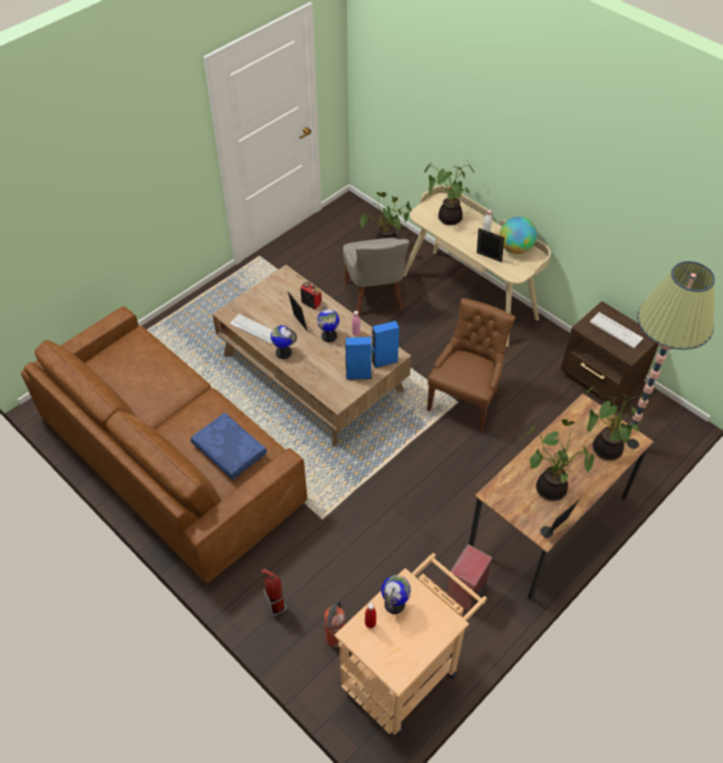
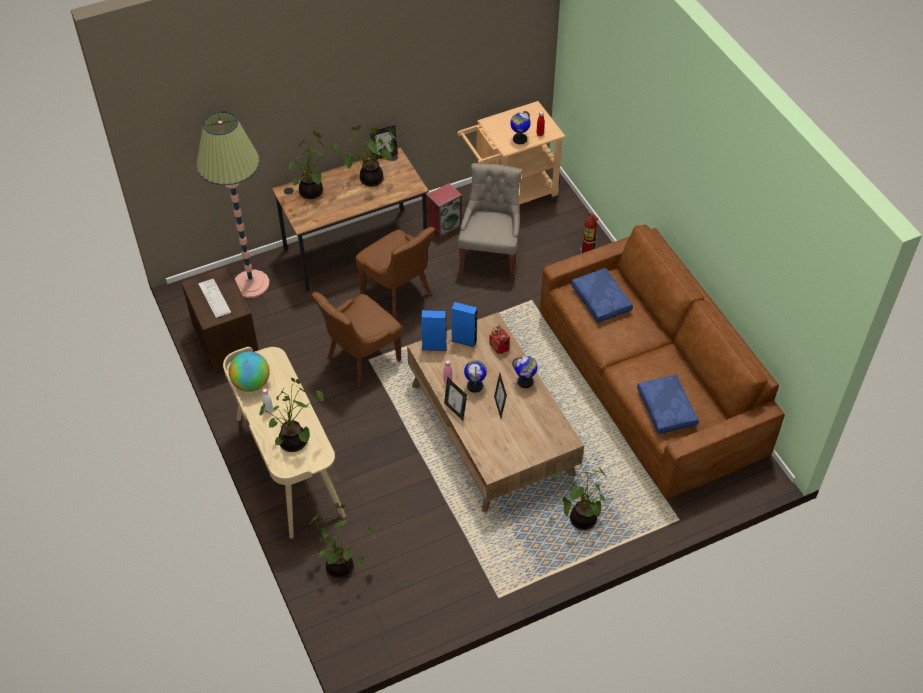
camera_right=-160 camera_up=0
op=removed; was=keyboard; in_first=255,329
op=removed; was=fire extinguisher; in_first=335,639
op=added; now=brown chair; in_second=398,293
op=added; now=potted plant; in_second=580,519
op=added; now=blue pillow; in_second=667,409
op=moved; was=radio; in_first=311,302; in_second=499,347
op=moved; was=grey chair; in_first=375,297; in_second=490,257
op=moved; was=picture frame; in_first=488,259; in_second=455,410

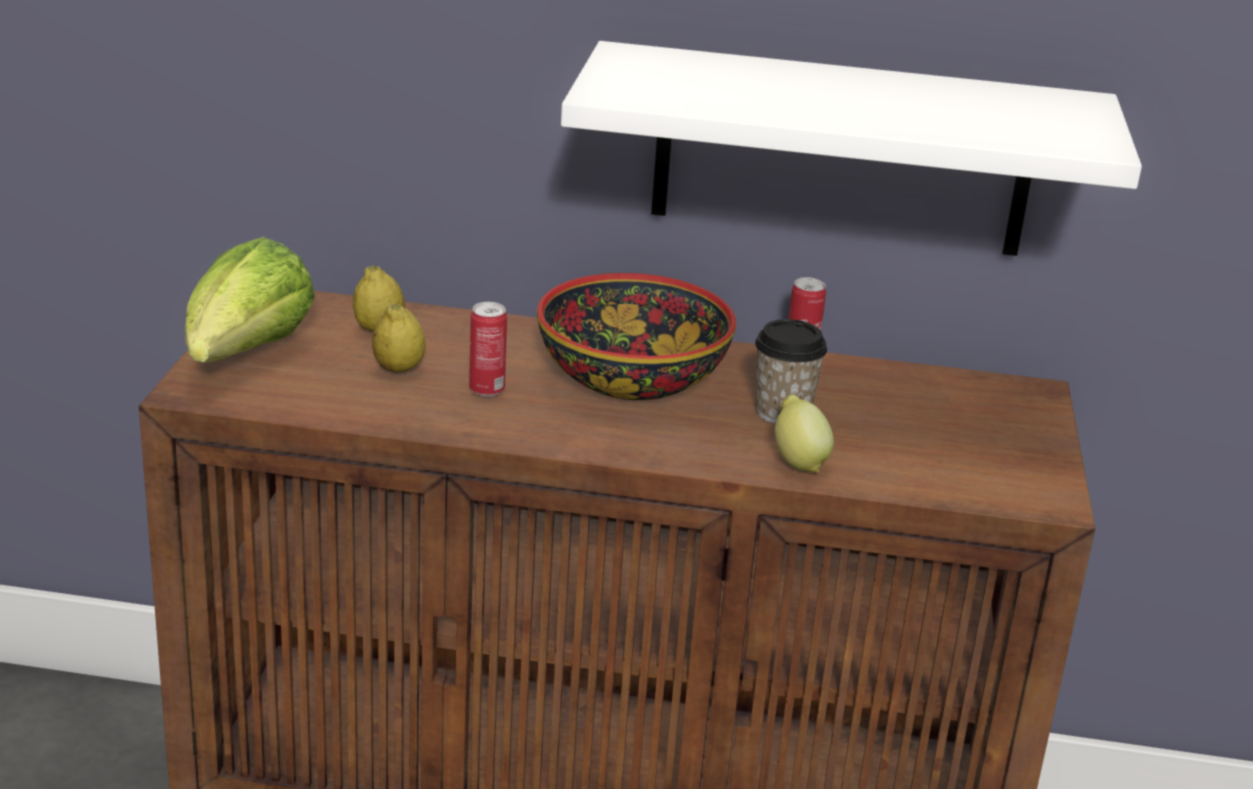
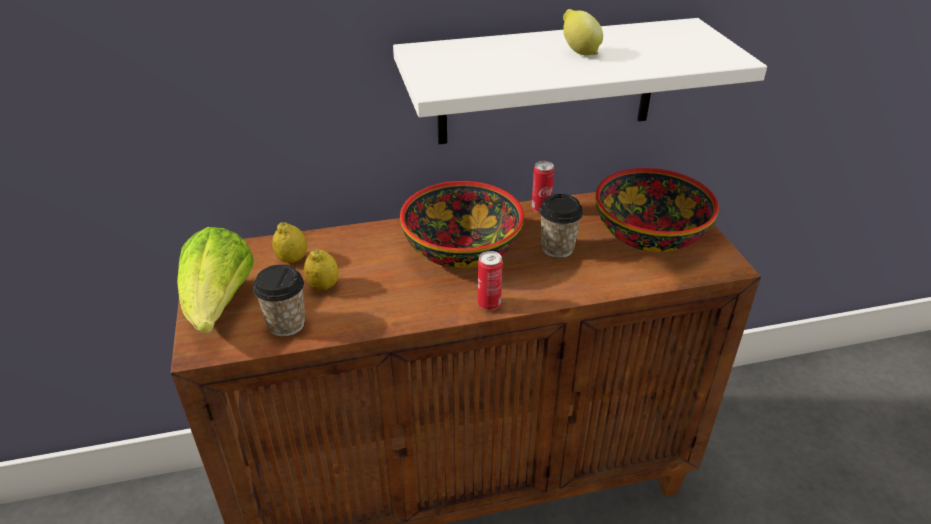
camera_right=-20 camera_up=10
op=added; now=cup; in_second=286,324
op=added; now=bowl; in_second=650,234
op=moved; was=can; in_first=486,390; in_second=489,304
op=moved; was=lemon; in_first=798,462; in_second=579,52

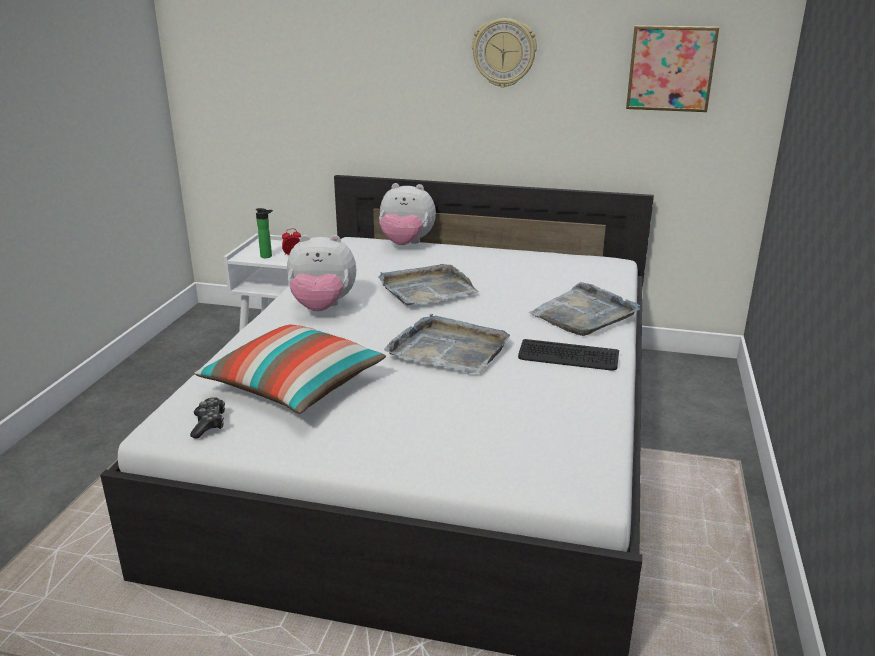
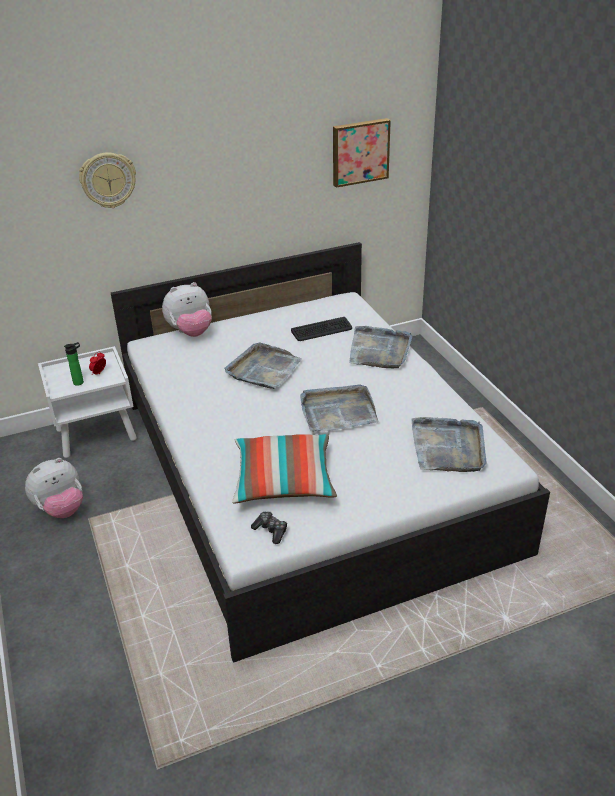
camera_right=-35 camera_up=10
op=added; now=grey tray; in_second=448,447
op=moved; was=plush toy; in_first=322,308; in_second=61,509
op=moved; was=wall clock; in_first=504,53; in_second=108,180
op=moved; was=keyboard; in_first=568,357; in_second=322,330

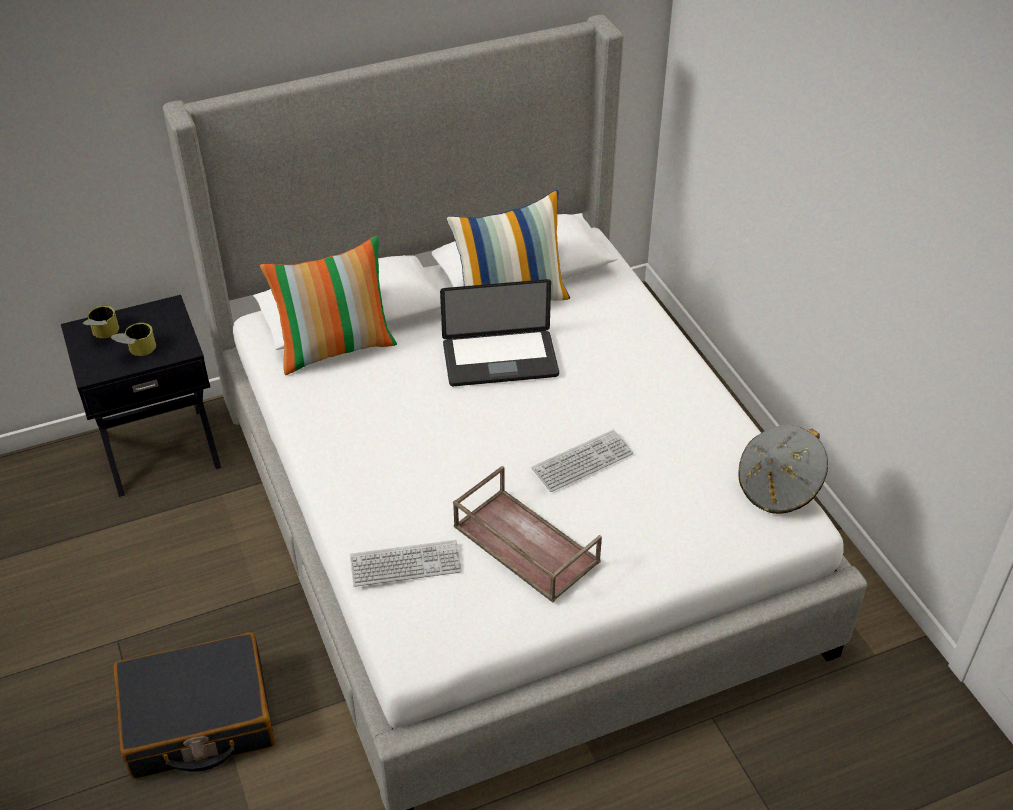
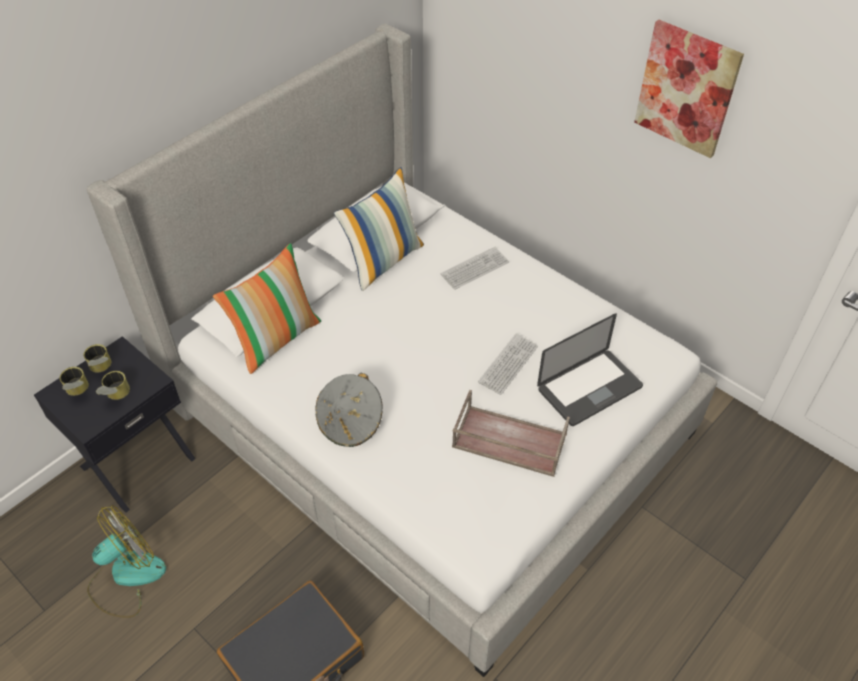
camera_right=-25 camera_up=5
op=added; now=can; in_second=101,368
op=added; now=fan; in_second=126,577
op=added; now=picture; in_second=687,89
op=moved; was=keyboard; in_first=405,565; in_second=474,269
op=moved; was=laptop; in_first=500,360; in_second=589,388
op=moved; was=grey hat; in_first=778,488; in_second=350,423

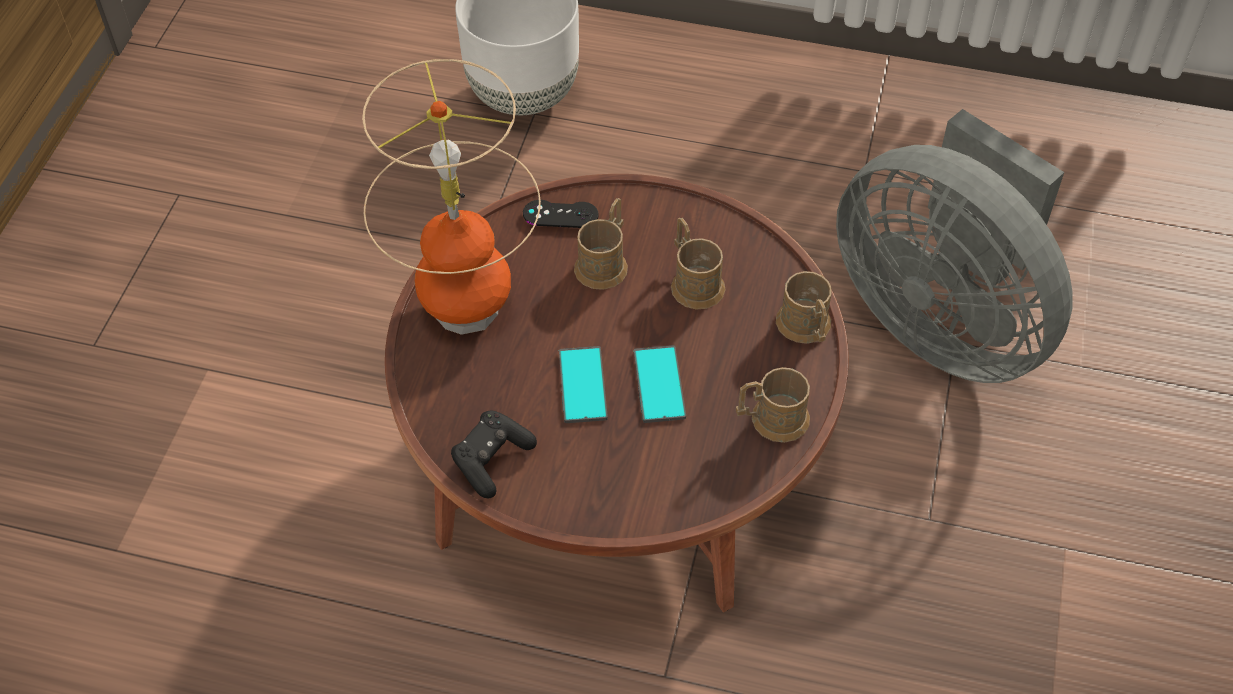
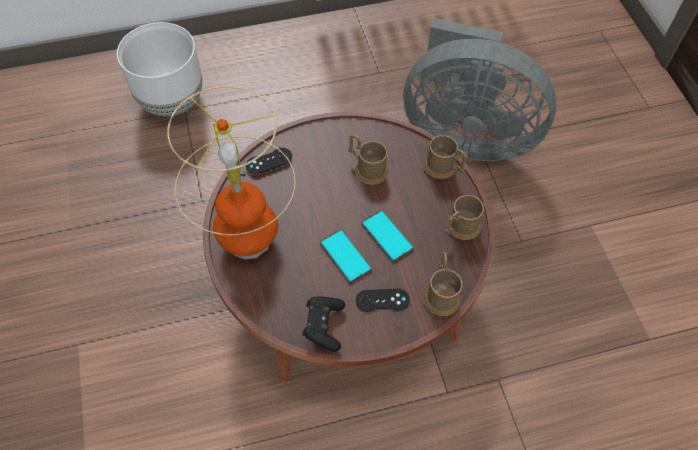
camera_right=-30 camera_up=5
op=added; now=black game controller; in_second=382,300
op=moved; was=brown mug; in_first=604,262; in_second=441,293

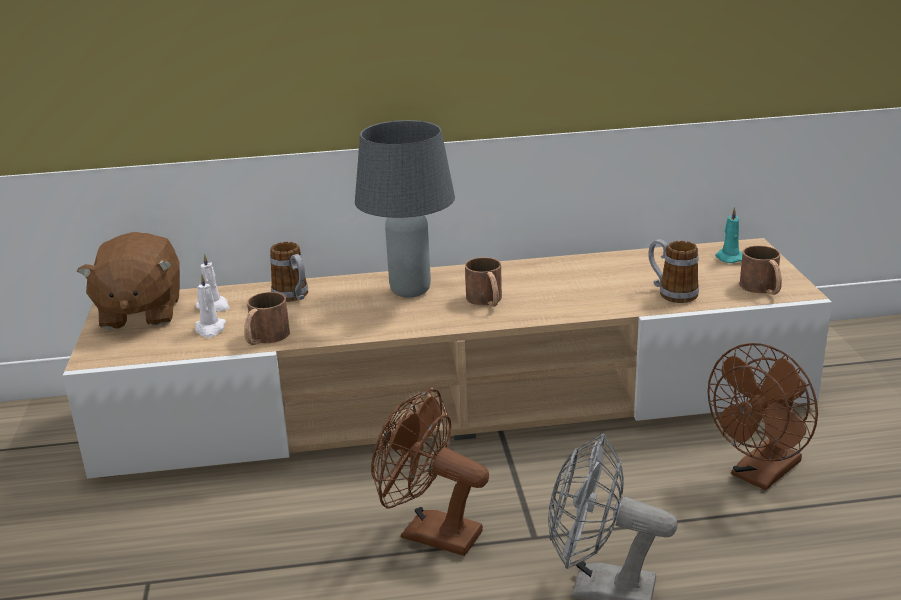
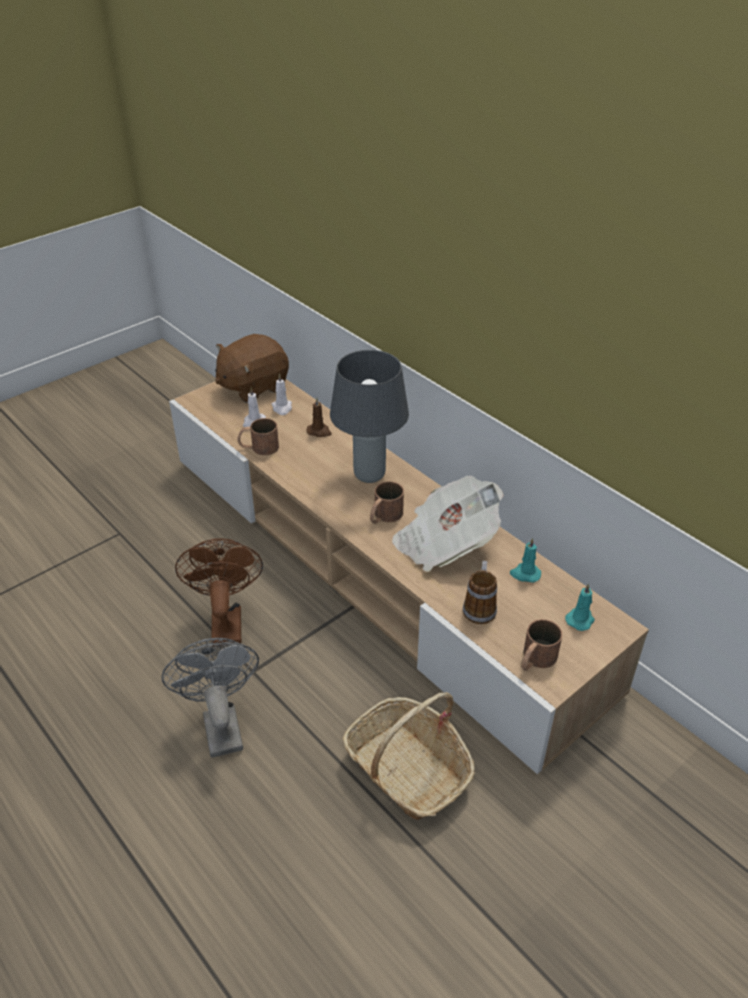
camera_right=55 camera_up=15
op=added; now=newspaper; in_second=445,543
op=added; now=turquoise candle; in_second=525,574
op=replaced; was=mug; now=brown candle; in_first=294,297; in_second=319,431
op=replaced; was=brown fan; now=basket; in_first=760,475; in_second=408,769

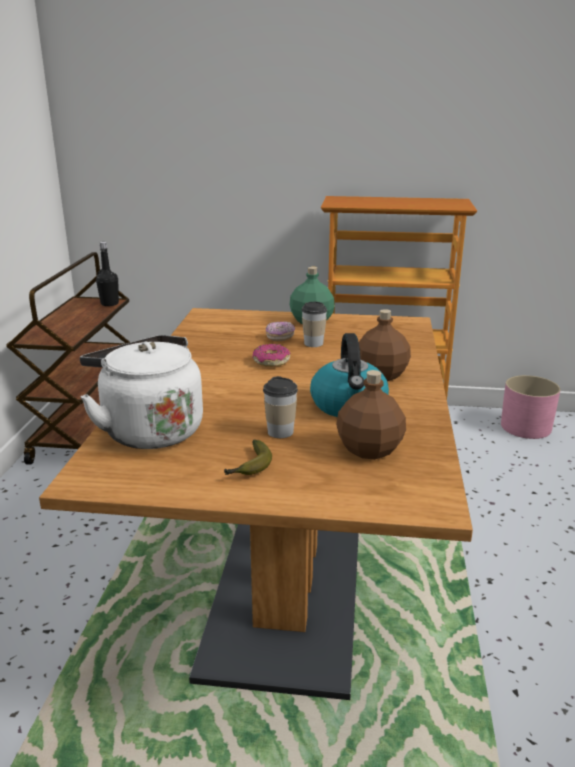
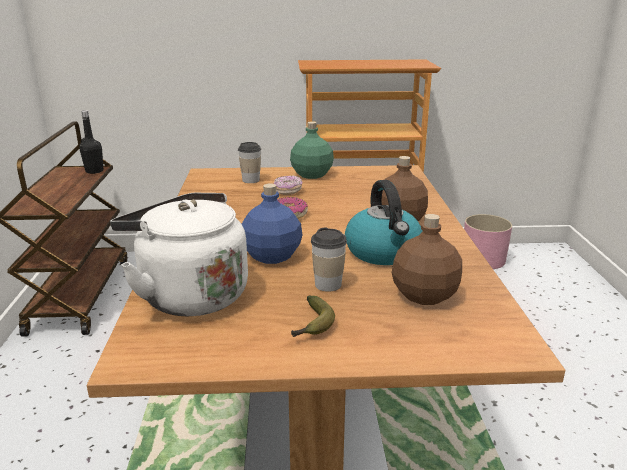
camera_right=-10 camera_up=0
op=added; now=blue bottle; in_second=272,256
op=moved; was=cup; in_first=313,343; in_second=251,180

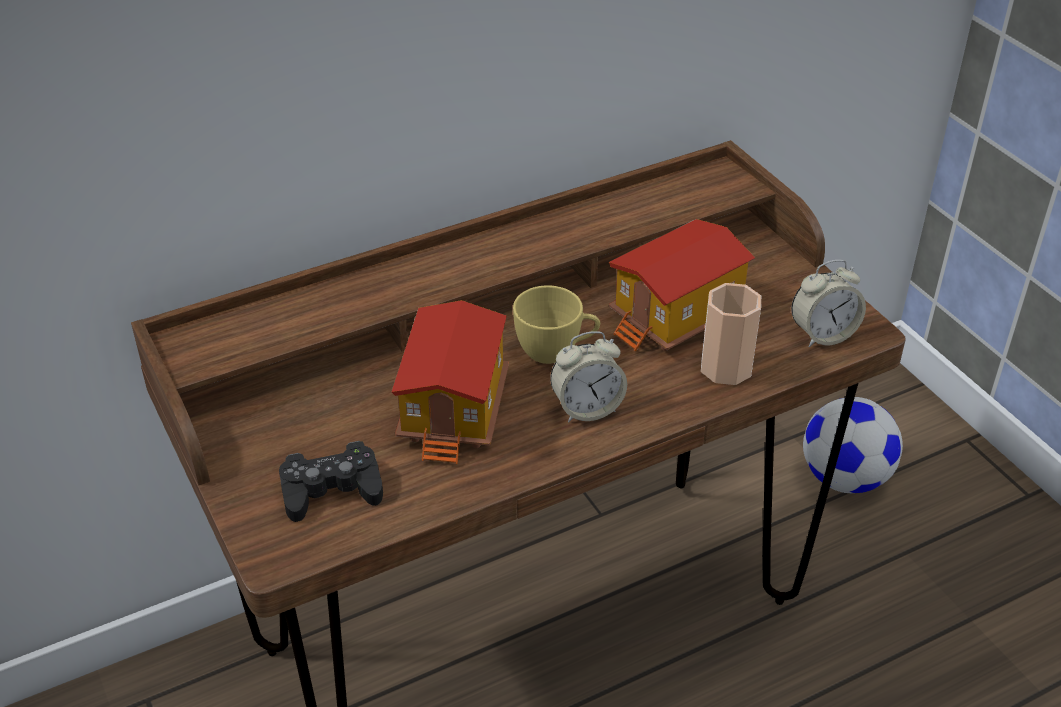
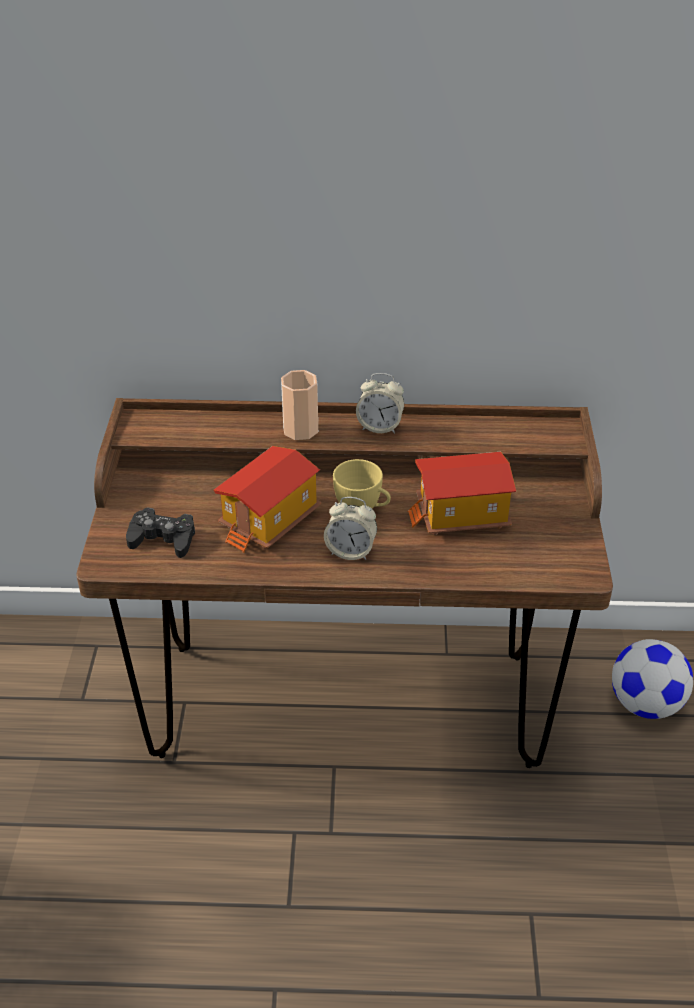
camera_right=30 camera_up=0
op=moved; was=cup; in_first=726,368; in_second=300,429
op=moved; was=alarm clock; in_first=823,335; in_second=380,426

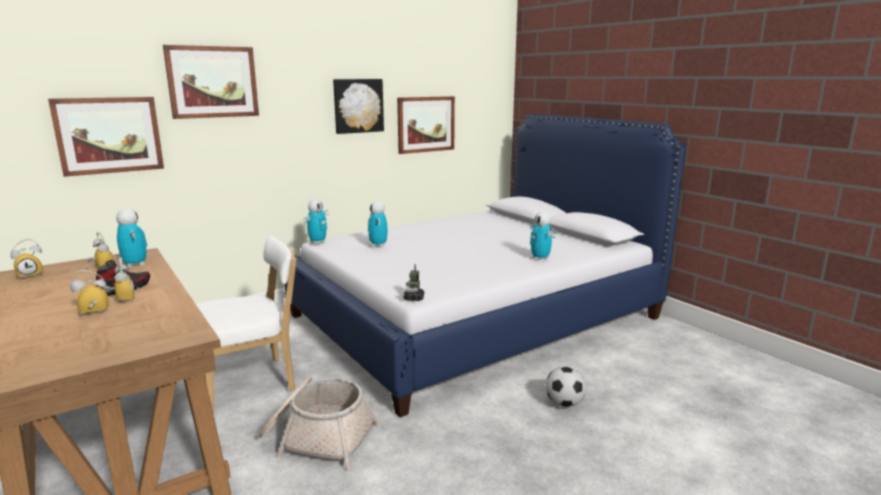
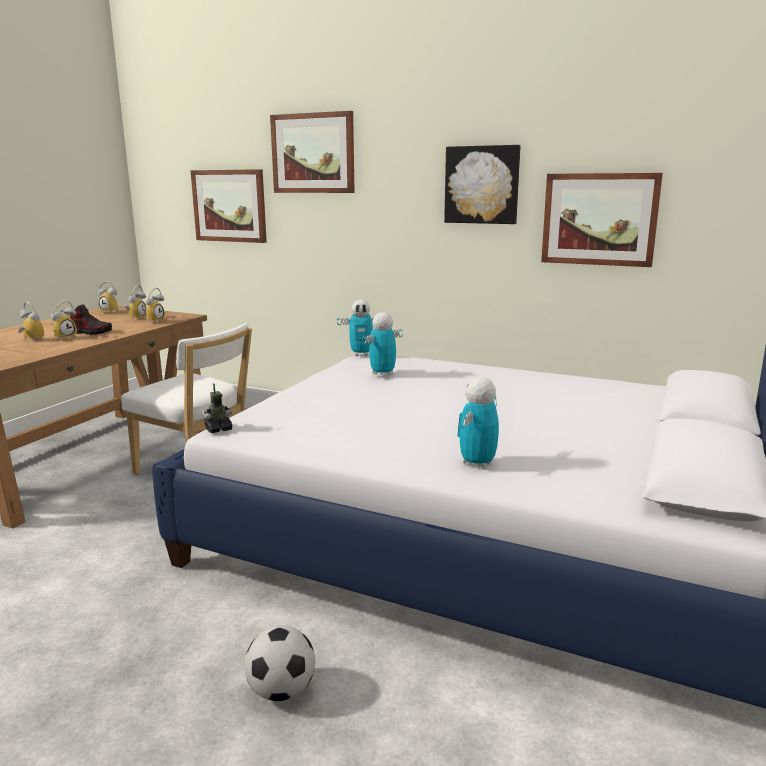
camera_right=60 camera_up=0
op=removed; was=basket; in_first=317,437
op=replaced; was=toy robot; now=alarm clock; in_first=135,264; in_second=154,321

